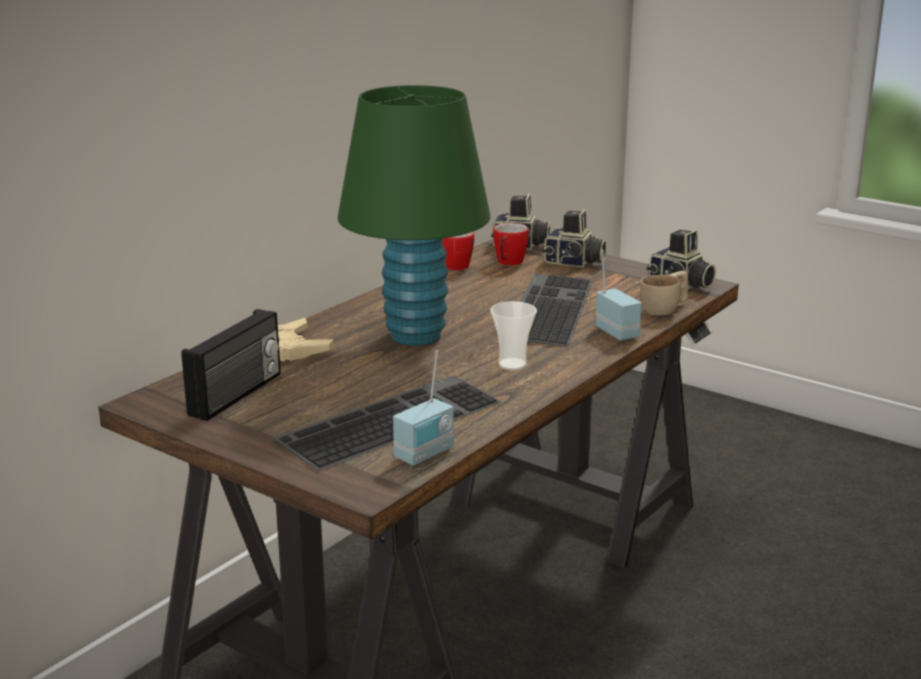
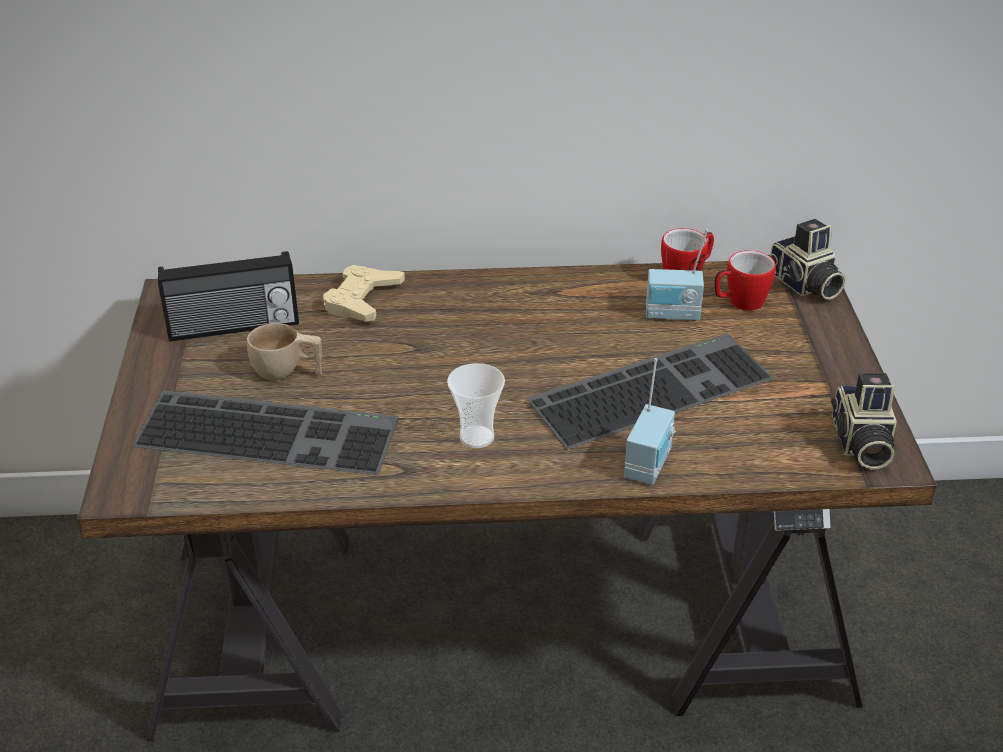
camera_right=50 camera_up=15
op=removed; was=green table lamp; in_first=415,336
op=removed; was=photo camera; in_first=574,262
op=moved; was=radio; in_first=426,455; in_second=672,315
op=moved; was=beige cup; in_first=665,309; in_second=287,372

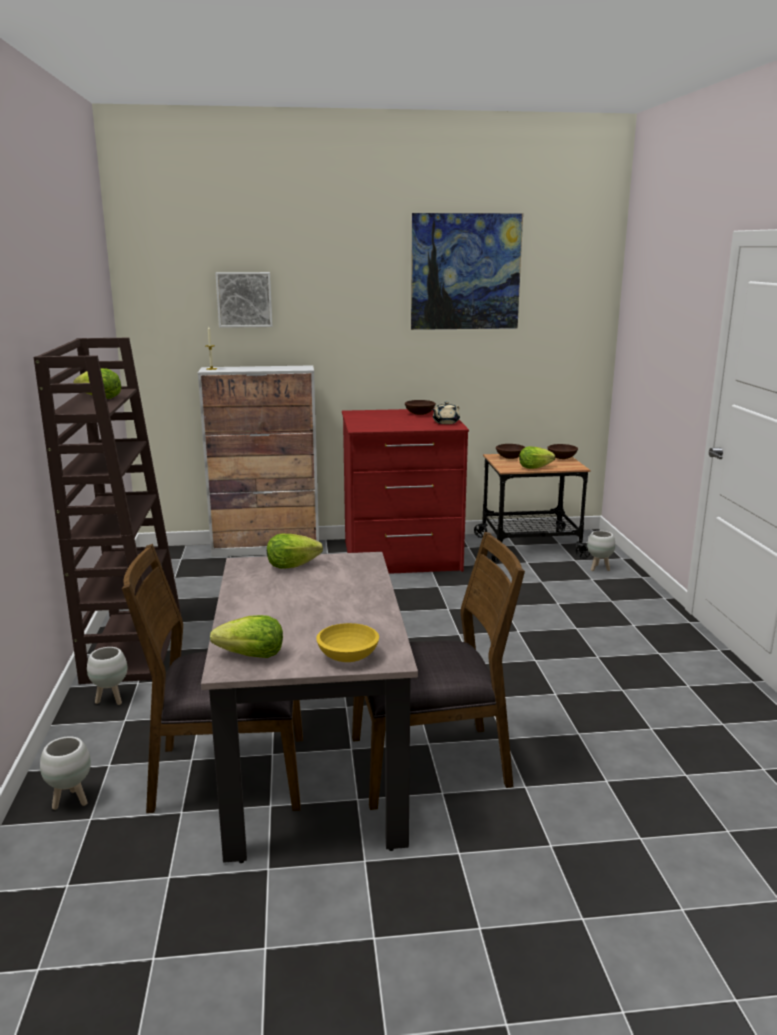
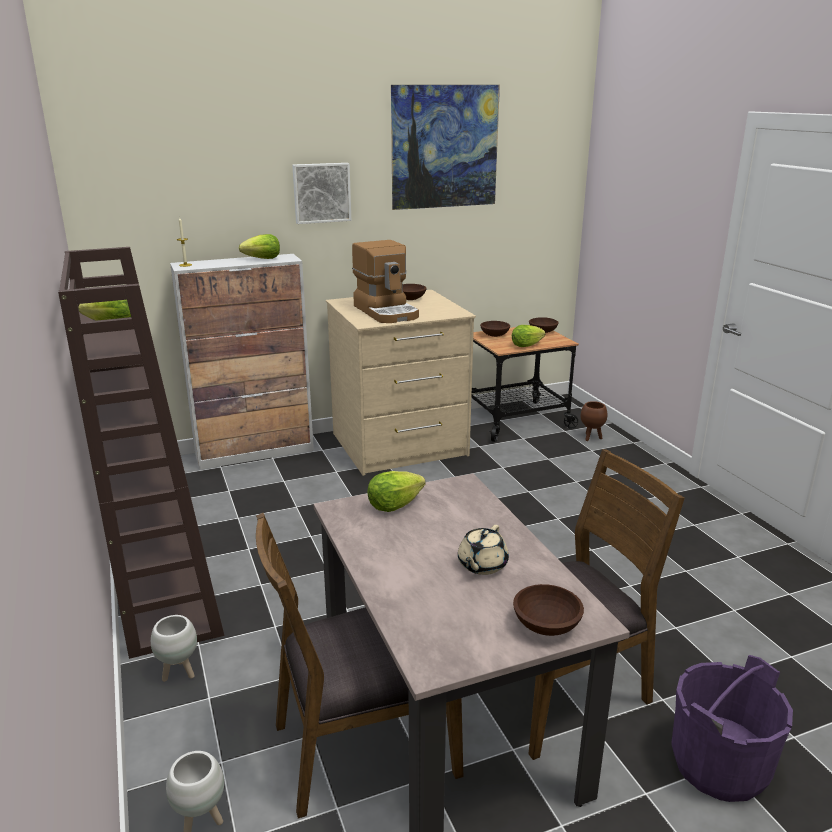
camera_right=-15 camera_up=5
op=added; now=coffee machine; in_second=387,312
op=added; now=purple bucket; in_second=719,765
op=moved; was=lettuce; in_first=252,656; in_second=263,259
op=moved; was=picture; in_first=244,299; in_second=321,192
op=moved; was=beige teapot; in_first=445,422; in_second=481,565
op=recoloured; was=yellow bowl; now=brown bowl; in_first=347,656; in_second=545,625
op=recoloured; was=red dresser; now=beige dresser; in_first=401,556; in_second=400,445
op=recoloured; was=white planter; now=brown planter; in_first=599,569; in_second=591,438

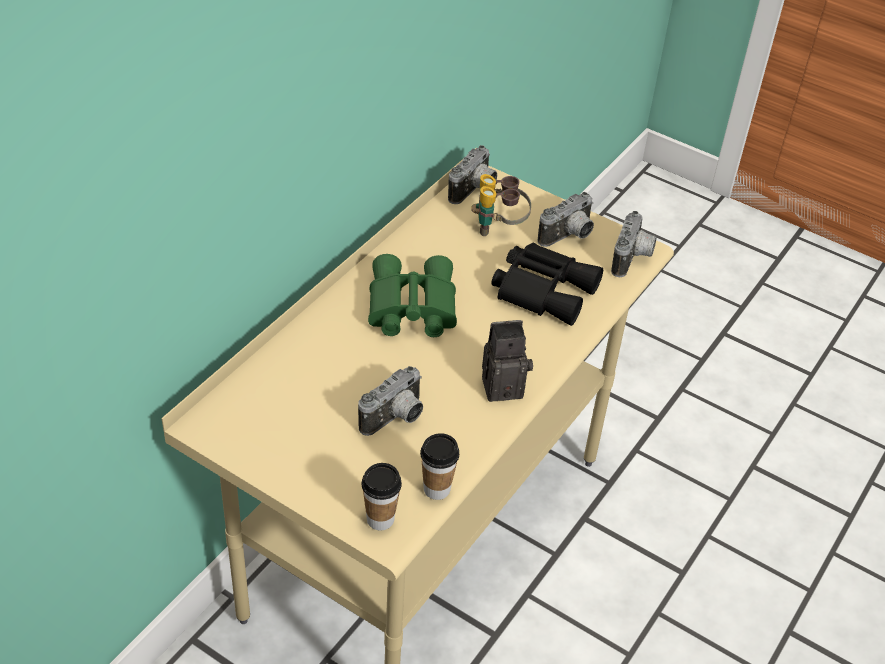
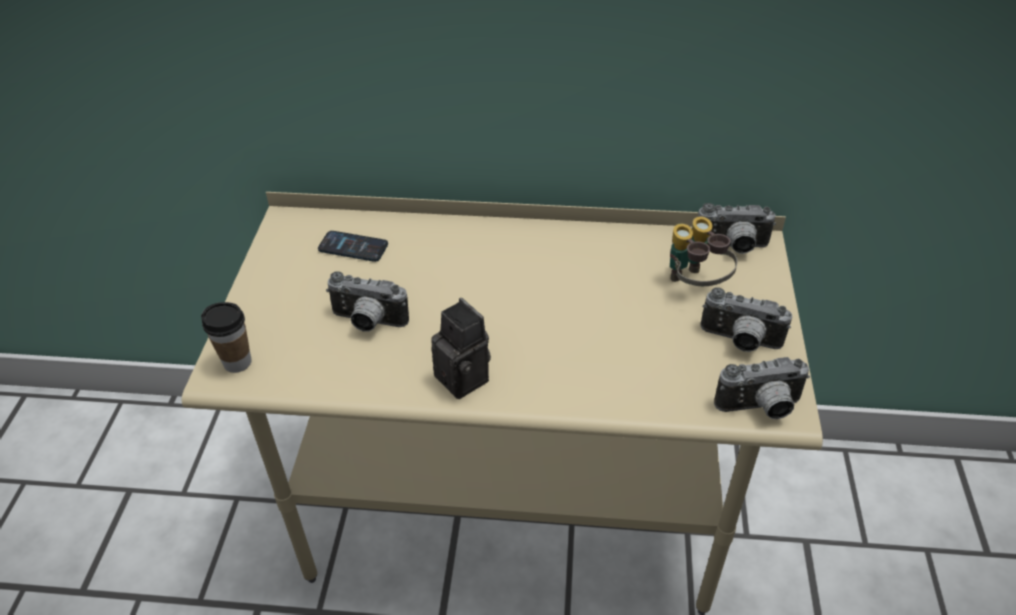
camera_right=65 camera_up=0
op=removed; was=green binoculars; in_first=409,308
op=removed; was=cup; in_first=437,489
op=removed; was=black binoculars; in_first=543,289
op=added; now=phone; in_second=353,247

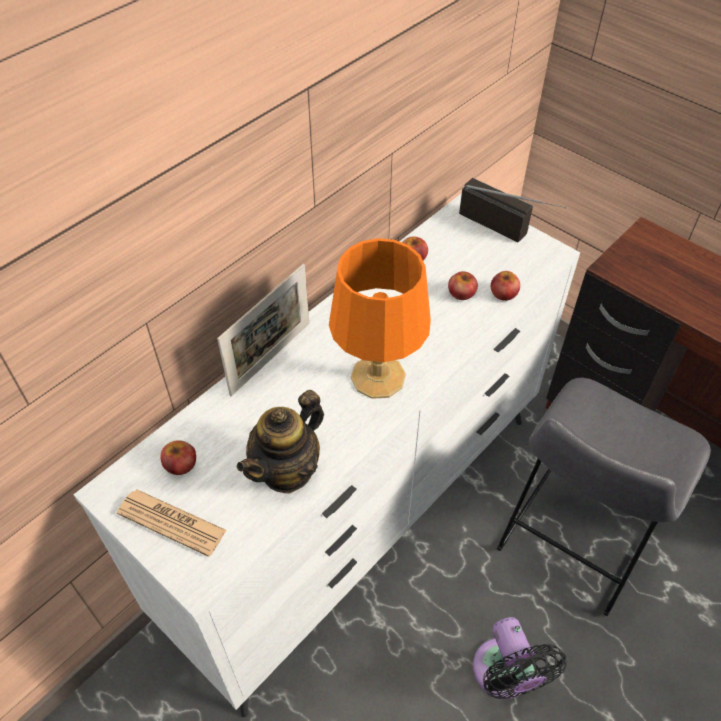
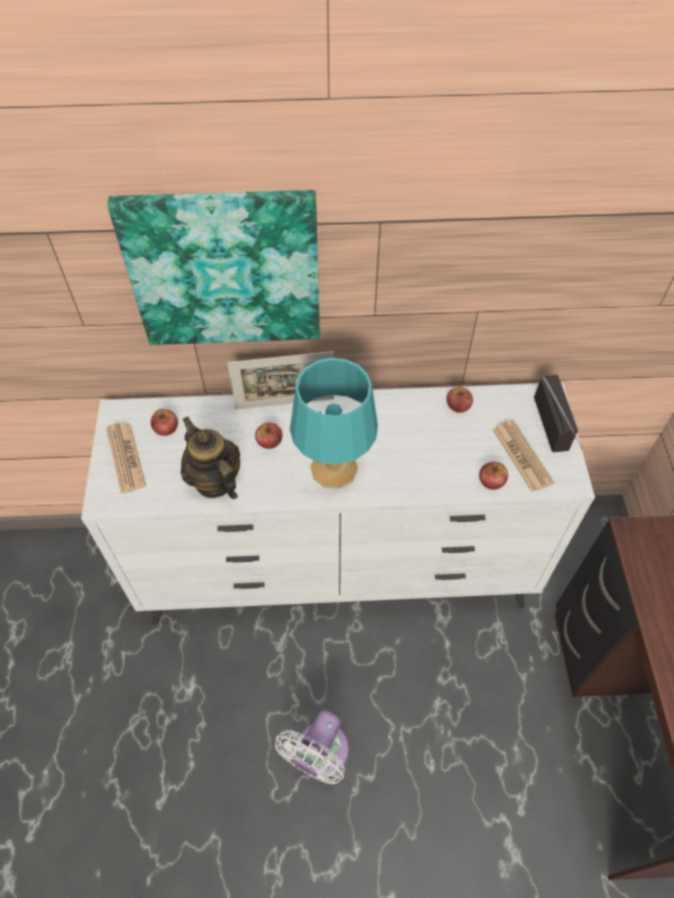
camera_right=45 camera_up=5
op=removed; was=grey stool; in_first=573,538
op=added; now=picture; in_second=225,269
op=added; now=newspaper; in_second=522,456
op=moved; was=apple; in_first=461,293; in_second=269,441
op=recoloured; was=orange table lamp; now=turquoise table lamp; in_first=379,377; in_second=334,469
op=recoloured; was=black fan; now=white fan; in_first=505,675; in_second=319,755
op=turned; was=teapot; in_first=287,470; in_second=214,481; clockwise=60

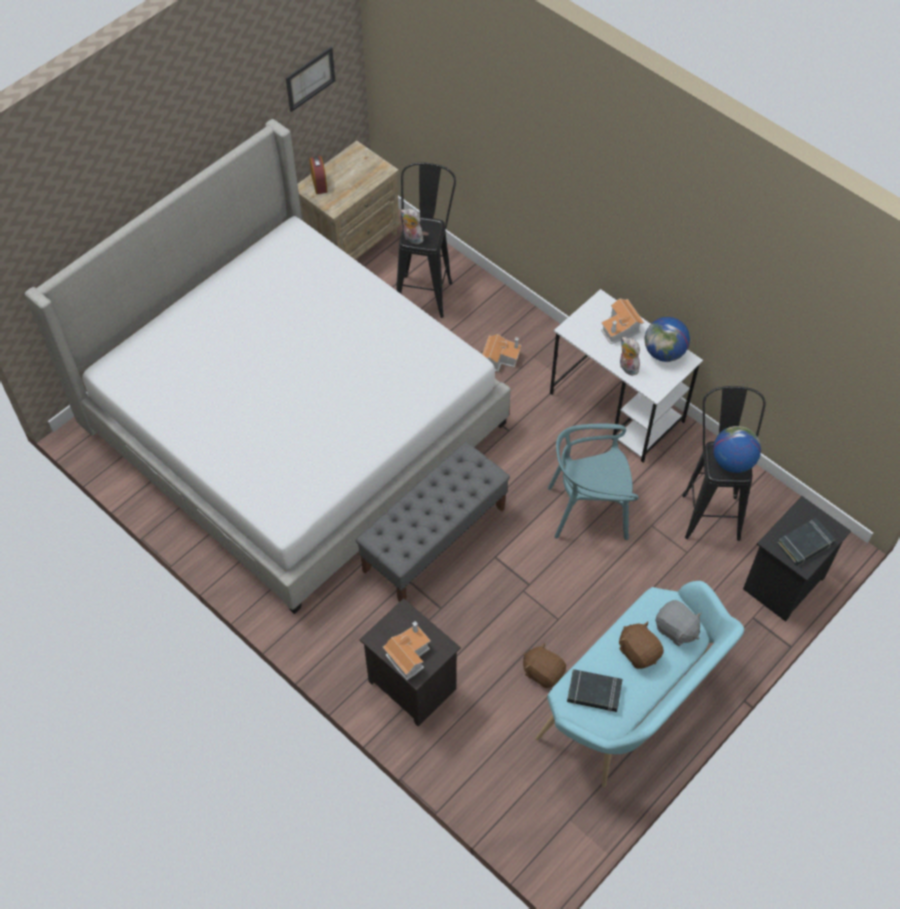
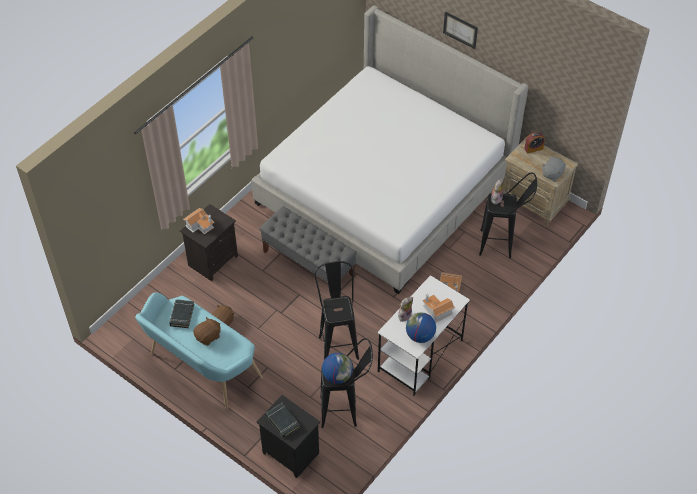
camera_right=85 camera_up=-5
op=moved; was=picture; in_first=310,78; in_second=460,30
op=moved; was=grey plush toy; in_first=676,629; in_second=552,174
op=replaced; was=turquoise chair; now=black stool; in_first=588,509; in_second=337,342

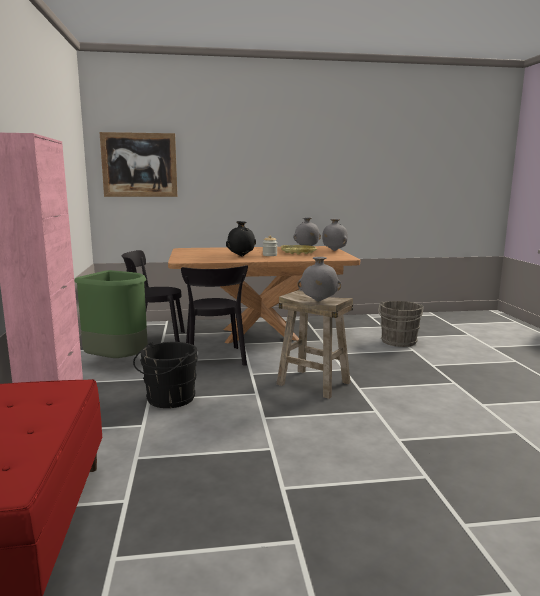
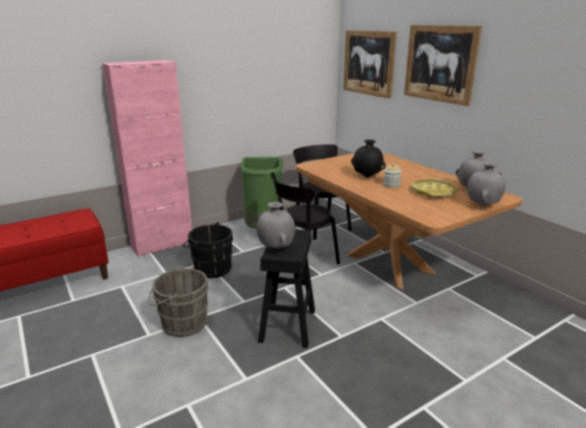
camera_right=65 camera_up=10
op=added; now=picture; in_second=440,63
op=moved; was=grey bucket; in_first=398,342; in_second=181,323
op=recoloured; was=beige stool; now=black stool; in_first=313,383; in_second=287,325

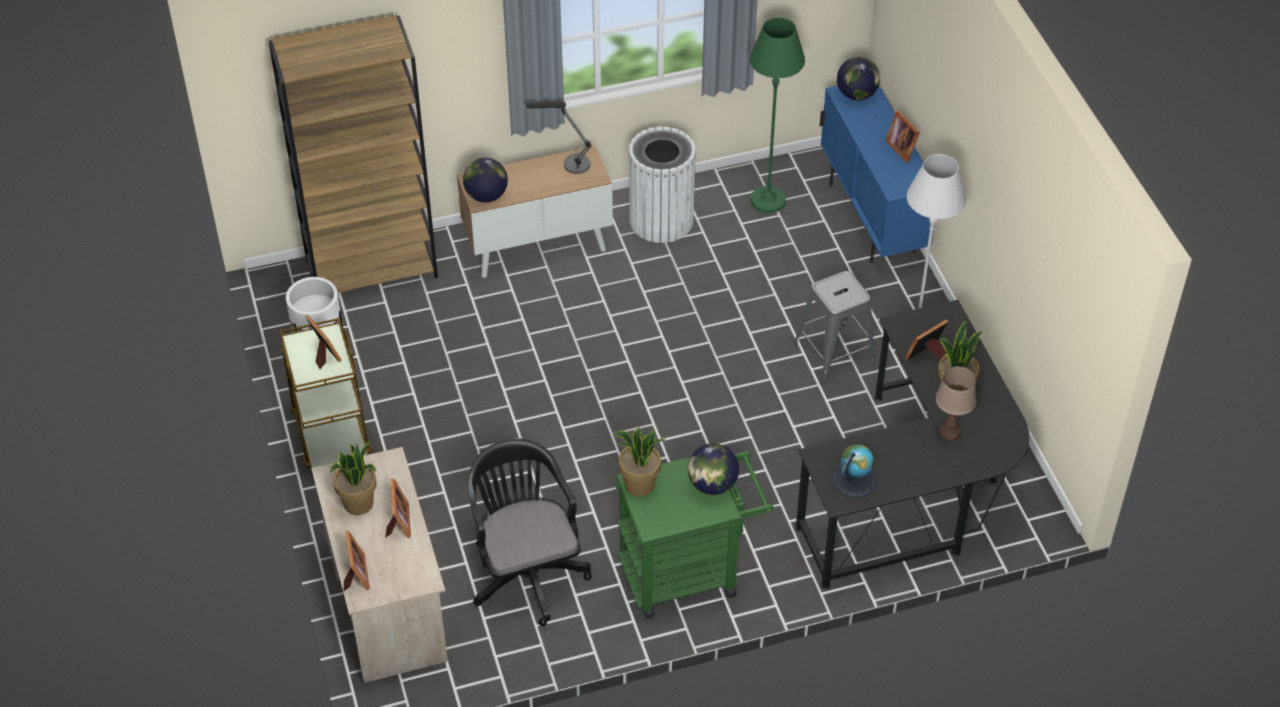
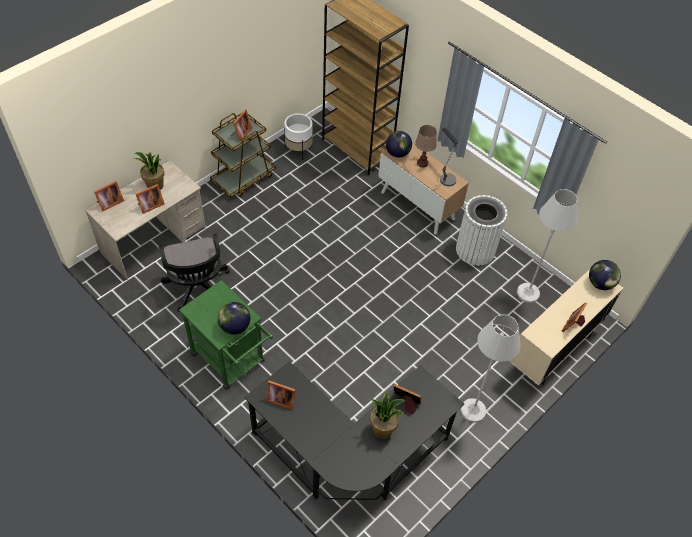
camera_right=60 camera_up=5
op=removed; was=potted plant; in_first=639,485
op=removed; was=grey stool; in_first=834,353
op=moved; was=brown table lamp; in_first=950,432; in_second=422,163
op=replaced; was=globe; now=picture frame; in_first=855,479; in_second=280,399
op=recoloured; was=green floor lamp; now=white floor lamp; in_first=768,200; in_second=528,293
op=recoloured; was=blue cabinet; now=beige cabinet; in_first=872,219; in_second=553,351
op=turned; was=black office chair; in_first=526,571; in_second=198,289; clockwise=120

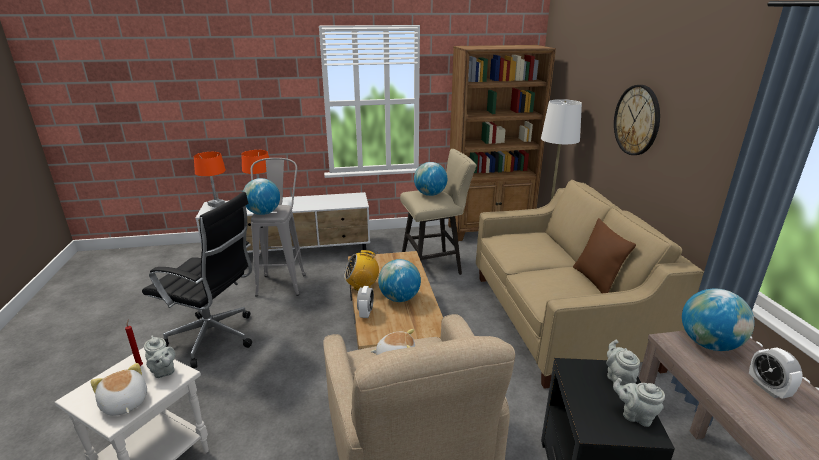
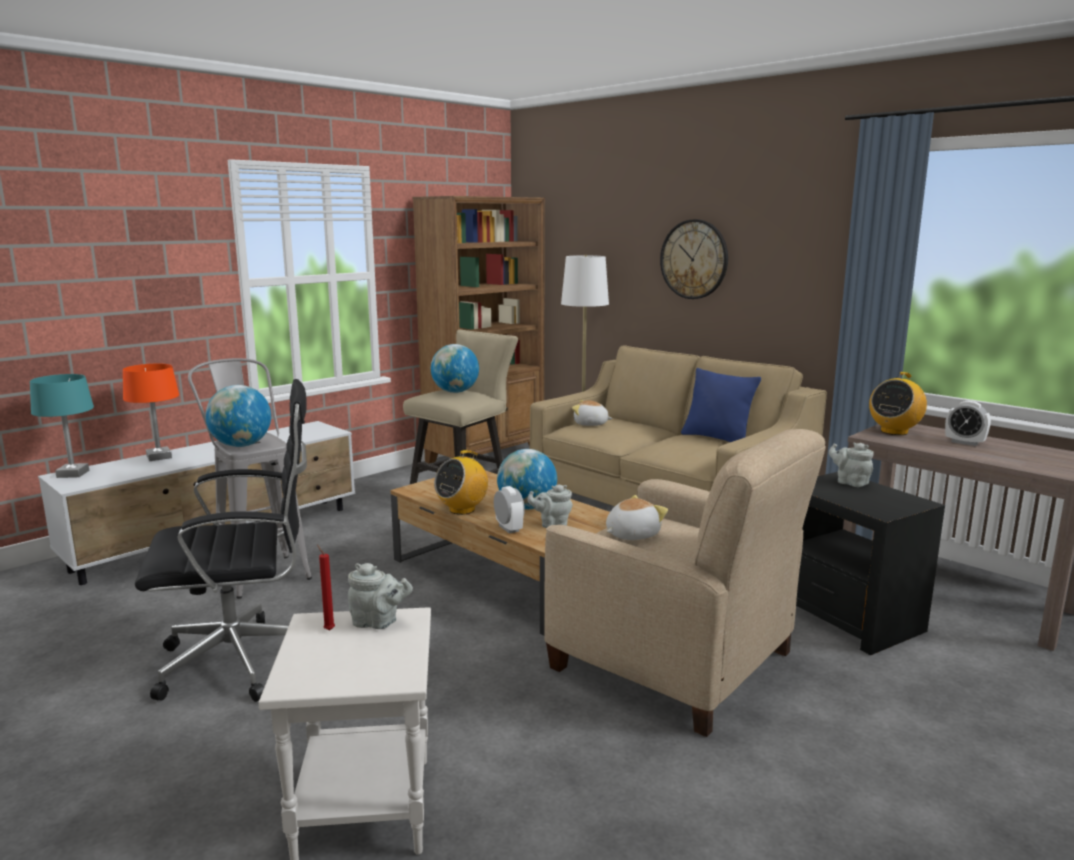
camera_right=-35 camera_up=-10
op=moved; was=plush toy; in_first=124,403; in_second=590,424
op=moved; was=grey teapot; in_first=635,415; in_second=552,524
op=replaced; was=globe; now=radio; in_first=708,344; in_second=894,431
op=recoloured; was=orange table lamp; now=turquoise table lamp; in_first=216,204; in_second=73,474
op=recoloured; was=brown pillow; now=blue pillow; in_first=596,281; in_second=717,438

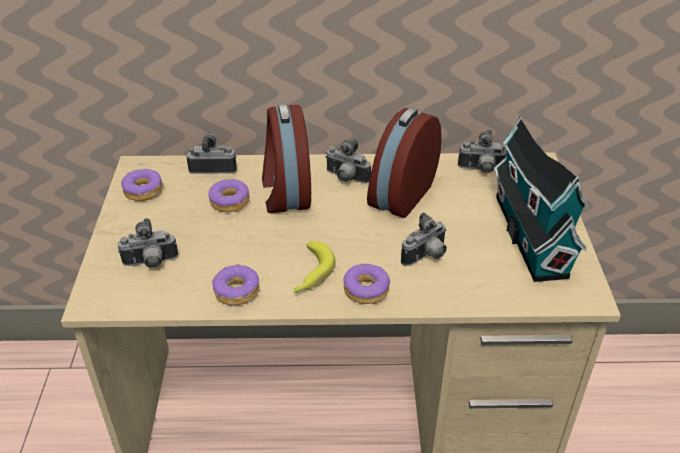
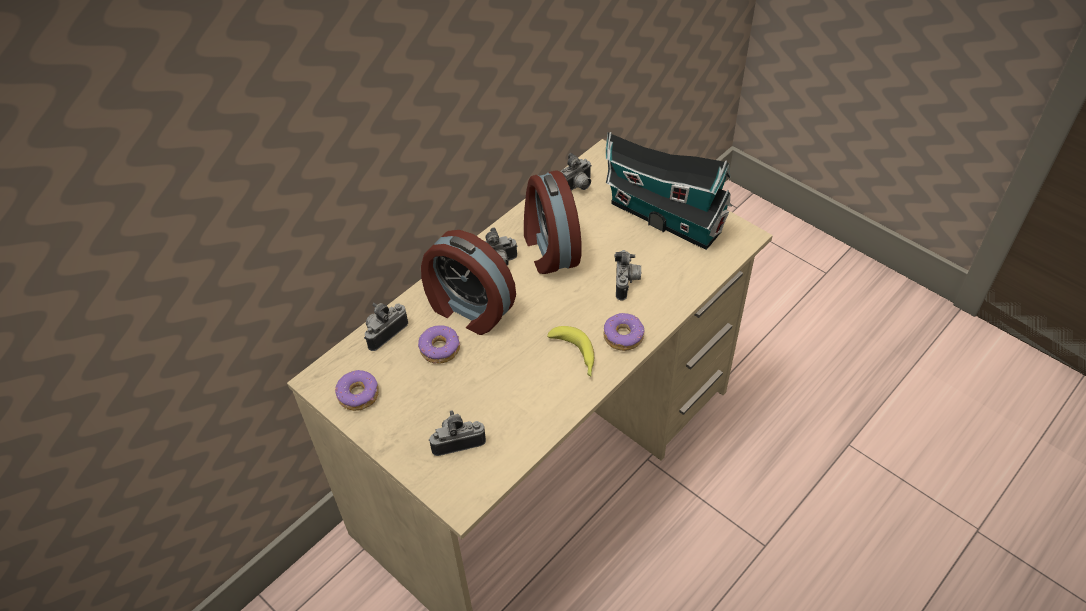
camera_right=-45 camera_up=10
op=removed; was=donut; in_first=236,291
op=turned; was=photo camera; in_first=151,263; in_second=457,441; clockwise=-135

